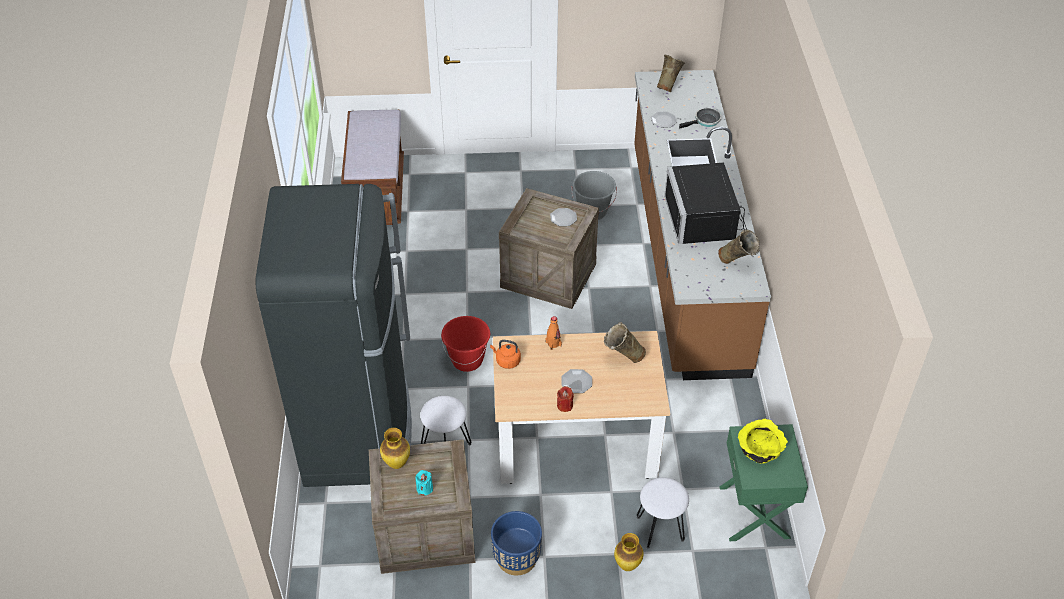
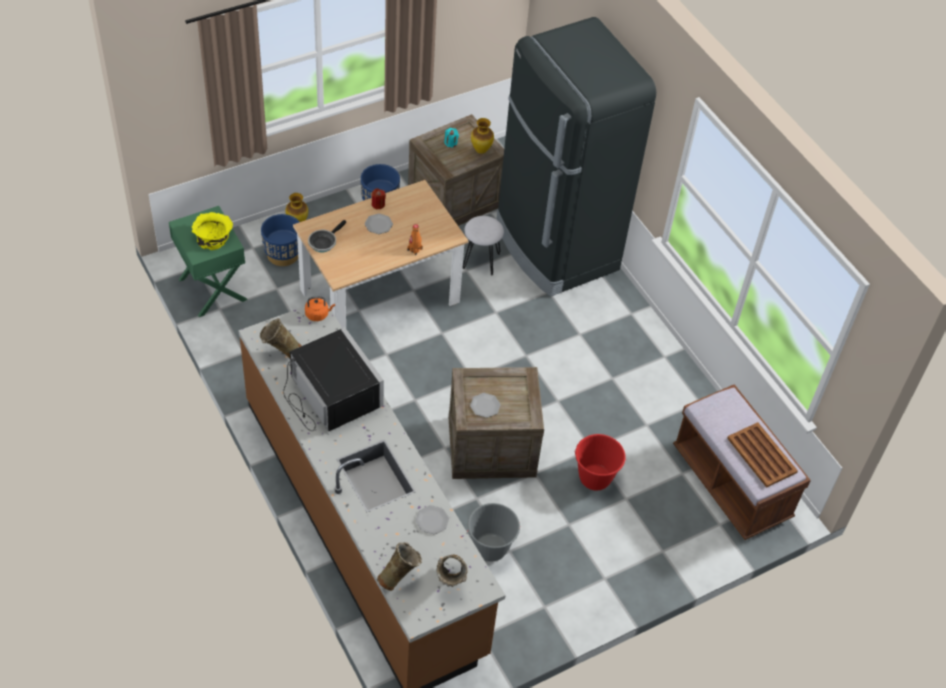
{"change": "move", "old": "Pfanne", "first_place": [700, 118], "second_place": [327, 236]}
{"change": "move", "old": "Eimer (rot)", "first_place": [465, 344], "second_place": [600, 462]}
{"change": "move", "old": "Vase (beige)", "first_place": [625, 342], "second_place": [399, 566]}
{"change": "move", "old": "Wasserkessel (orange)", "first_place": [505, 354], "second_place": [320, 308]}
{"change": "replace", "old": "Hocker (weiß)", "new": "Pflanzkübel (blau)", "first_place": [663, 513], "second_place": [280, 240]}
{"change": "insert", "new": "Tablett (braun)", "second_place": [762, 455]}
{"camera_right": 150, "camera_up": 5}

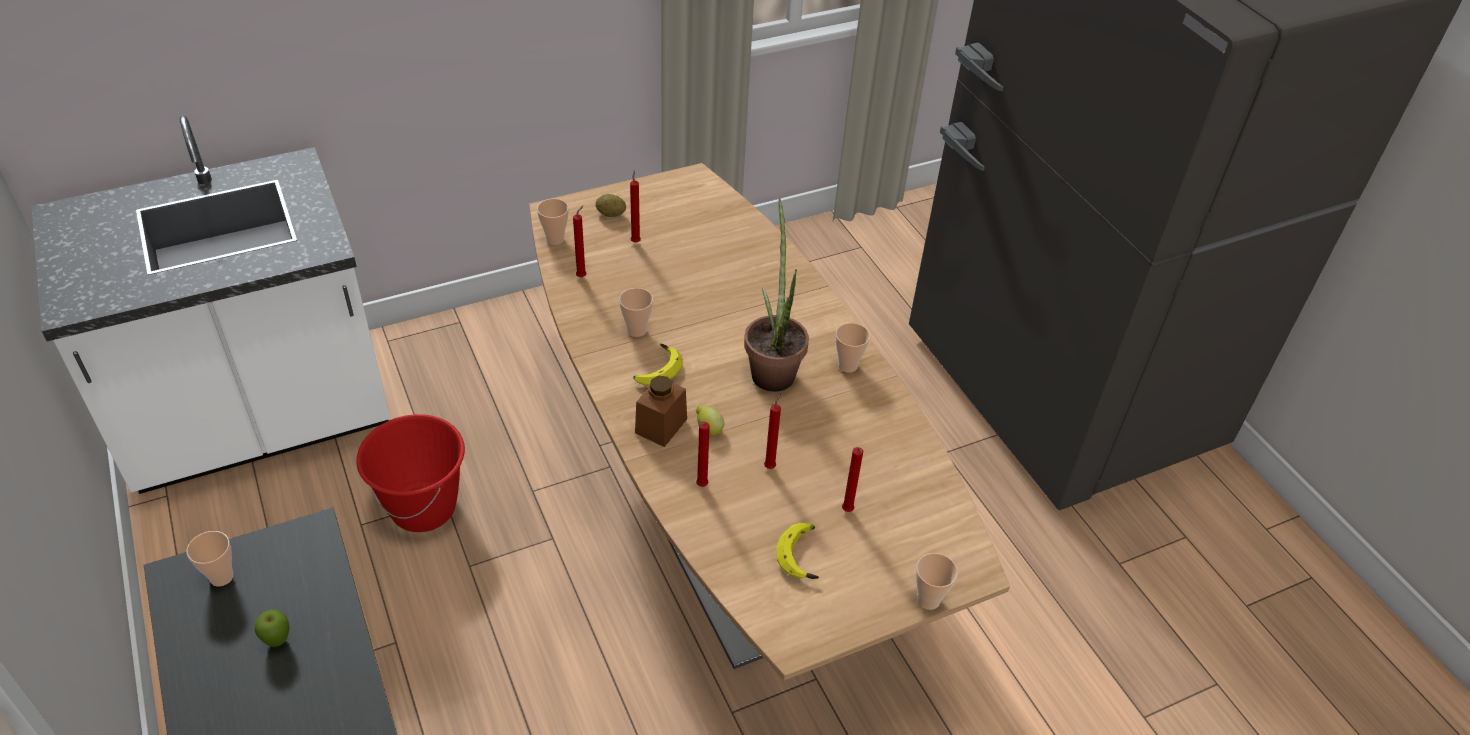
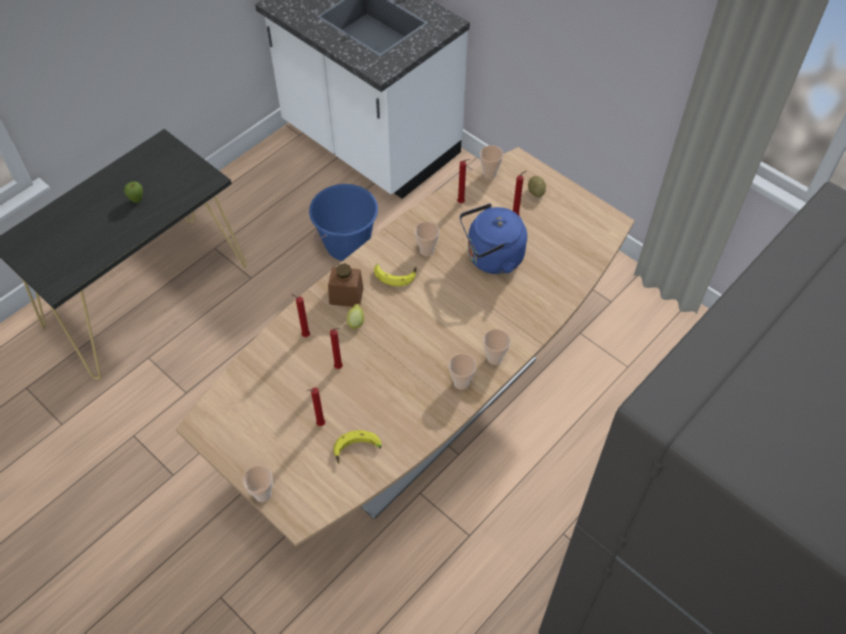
{"change": "delete", "old": "Topfpflanze", "first_place": [776, 295]}
{"change": "recolor", "old": "Eimer (rot)", "new": "Eimer (blau)", "first_place": [410, 473], "second_place": [343, 222]}
{"change": "move", "old": "Banane", "first_place": [797, 551], "second_place": [357, 447]}
{"change": "move", "old": "Tasse", "first_place": [210, 558], "second_place": [497, 347]}
{"change": "insert", "new": "Wasserkessel (blau)", "second_place": [493, 238]}
{"camera_right": 70, "camera_up": 10}

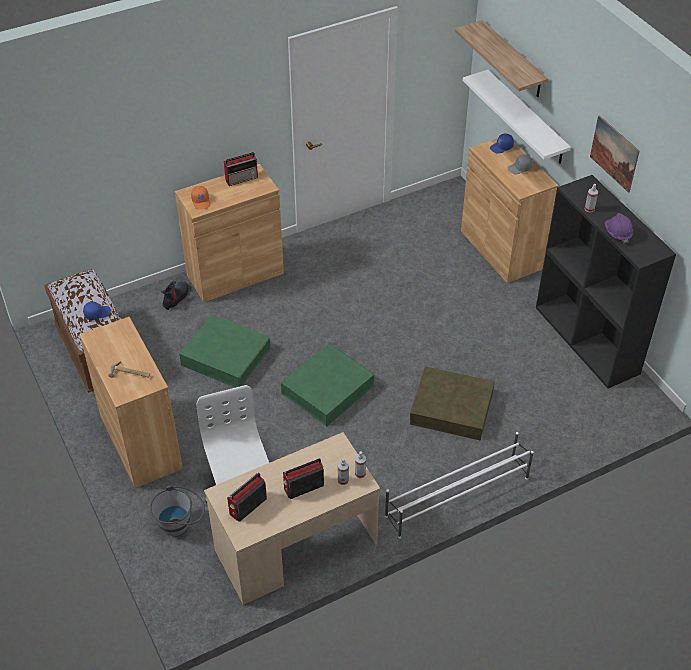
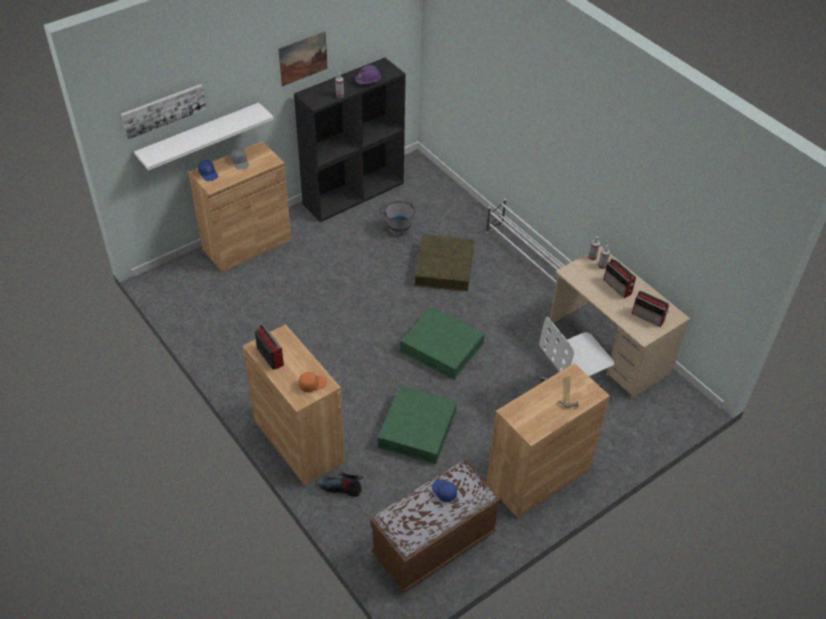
{"change": "replace", "old": "Wandregal", "new": "Bild", "first_place": [501, 58], "second_place": [163, 112]}
{"change": "move", "old": "Eimer (grau)", "first_place": [177, 511], "second_place": [397, 219]}
{"camera_right": -100, "camera_up": 0}

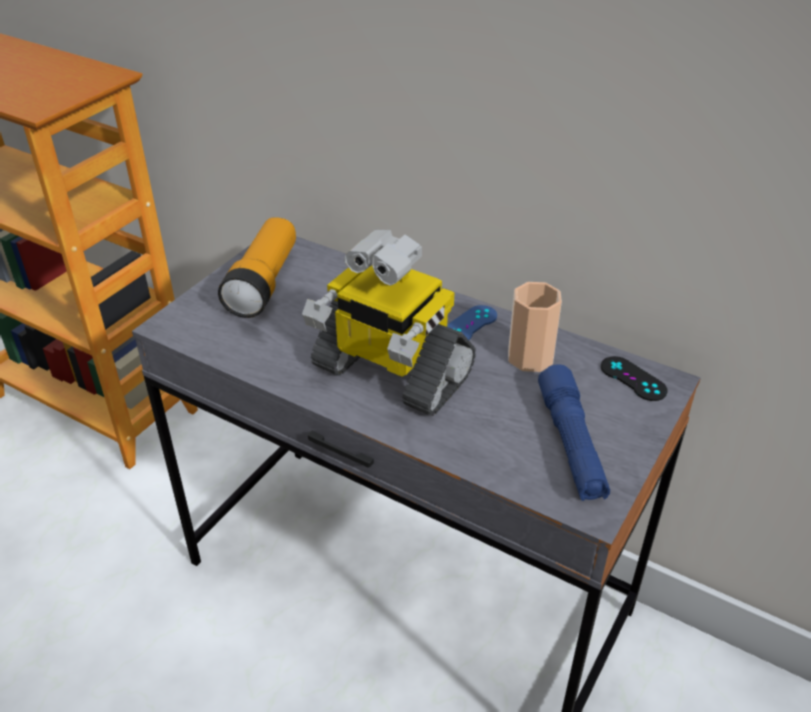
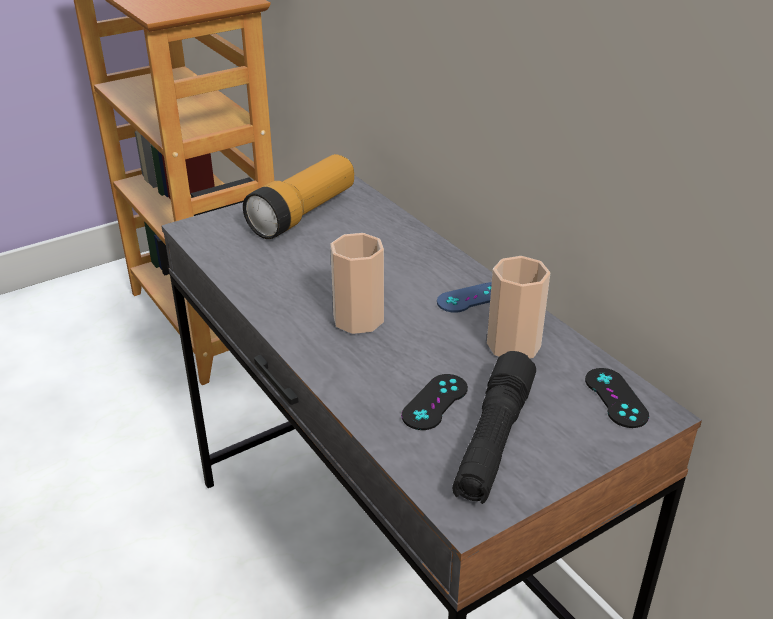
{"change": "replace", "old": "Spielzeugroboter", "new": "Tasse", "first_place": [389, 323], "second_place": [357, 283]}
{"change": "recolor", "old": "Taschenlampe (blau)", "new": "Taschenlampe (schwarz)", "first_place": [574, 432], "second_place": [494, 427]}
{"change": "insert", "new": "Gamepad (schwarz)", "second_place": [434, 402]}
{"camera_right": 25, "camera_up": -5}

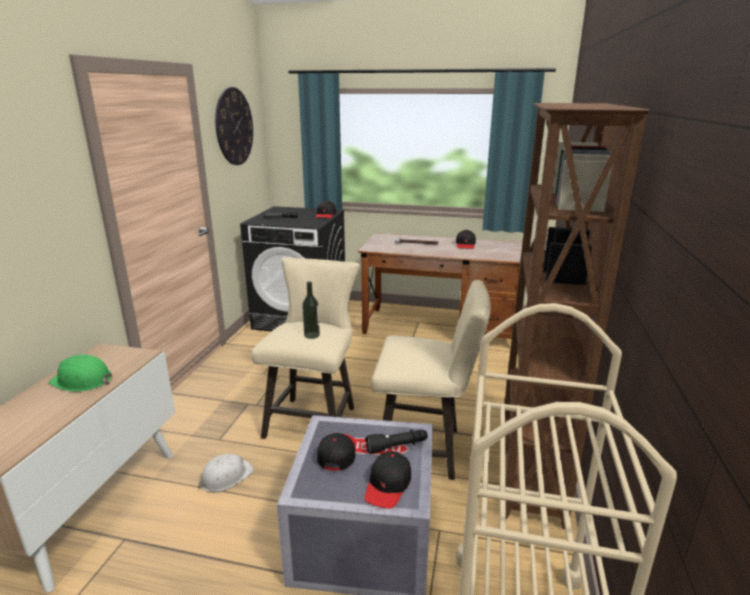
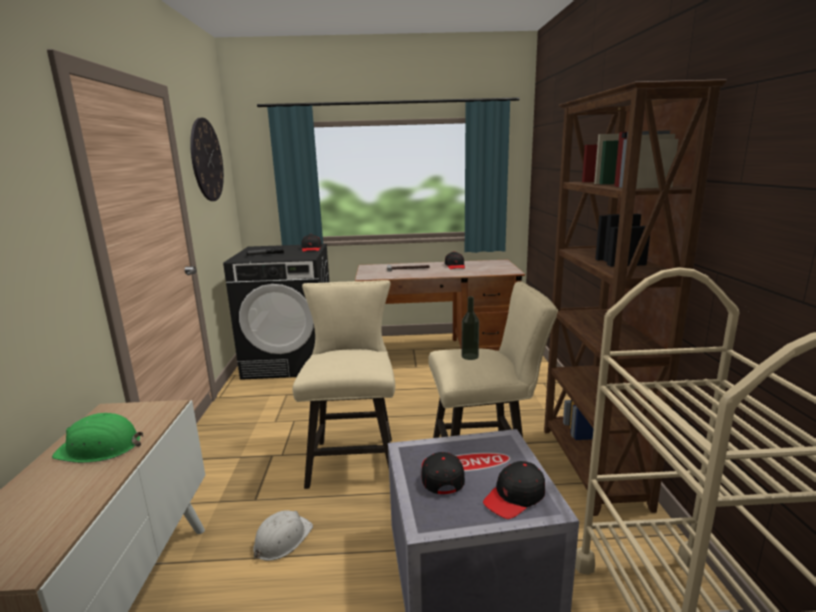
{"change": "move", "old": "Flasche", "first_place": [311, 310], "second_place": [470, 328]}
{"change": "delete", "old": "Taschenlampe (schwarz)", "first_place": [396, 441]}
{"change": "rotate", "old": "Kappe (schwarz)", "first_place": [387, 480], "second_place": [514, 490], "degrees": 45}
{"camera_right": -15, "camera_up": -5}

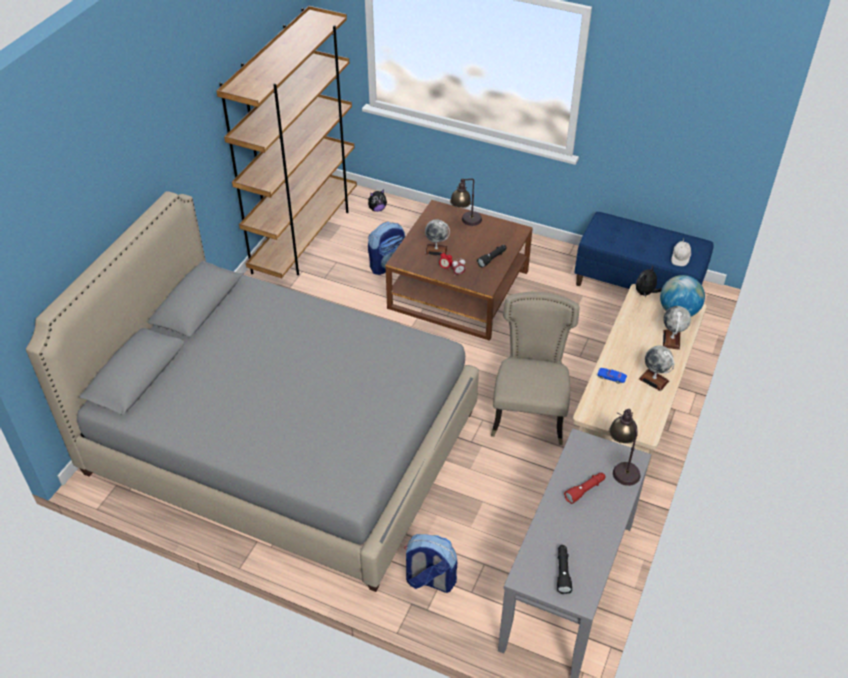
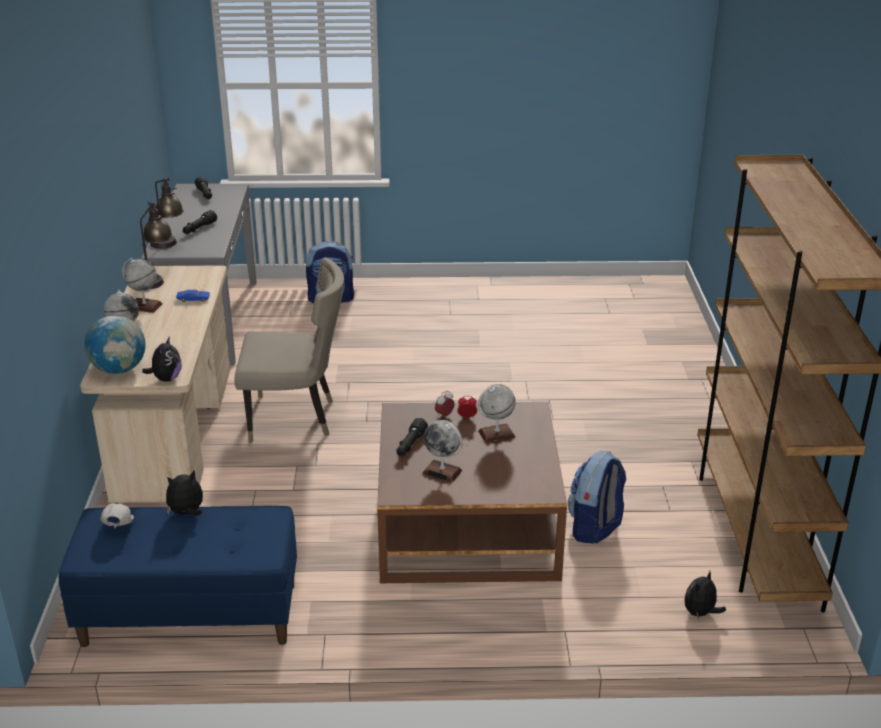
{"change": "move", "old": "Tischlampe", "first_place": [466, 202], "second_place": [156, 245]}
{"change": "delete", "old": "Bett (grau)", "first_place": [252, 391]}
{"change": "rotate", "old": "Stuhl (beige)", "first_place": [535, 368], "second_place": [289, 350], "degrees": -75}
{"change": "recolor", "old": "Taschenlampe (rot)", "new": "Taschenlampe (schwarz)", "first_place": [584, 488], "second_place": [200, 222]}
{"change": "insert", "new": "Globus", "second_place": [442, 451]}
{"change": "insert", "new": "Plüschtier", "second_place": [184, 492]}
{"camera_right": 155, "camera_up": -15}

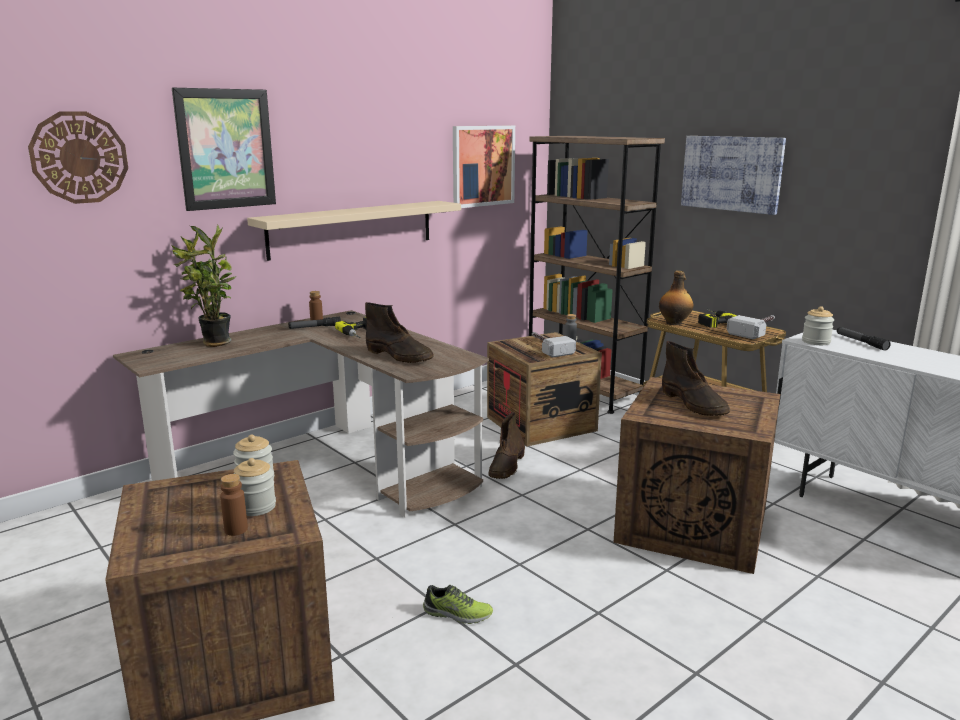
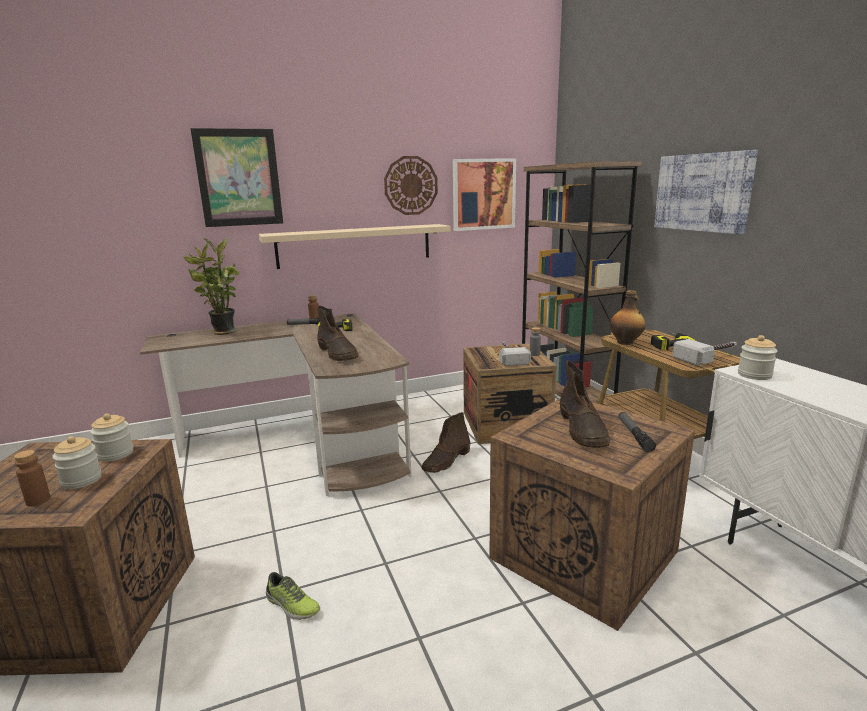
{"change": "move", "old": "Wanduhr", "first_place": [78, 157], "second_place": [411, 185]}
{"change": "move", "old": "Taschenlampe", "first_place": [864, 339], "second_place": [637, 432]}
{"camera_right": 20, "camera_up": 0}

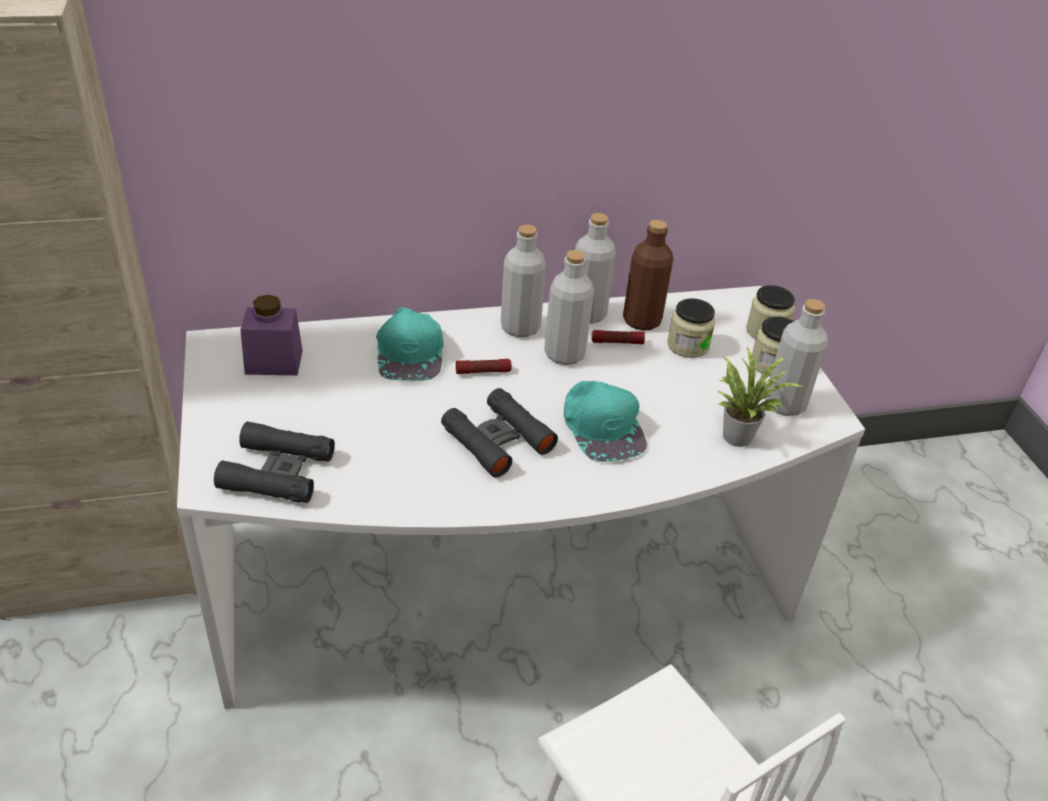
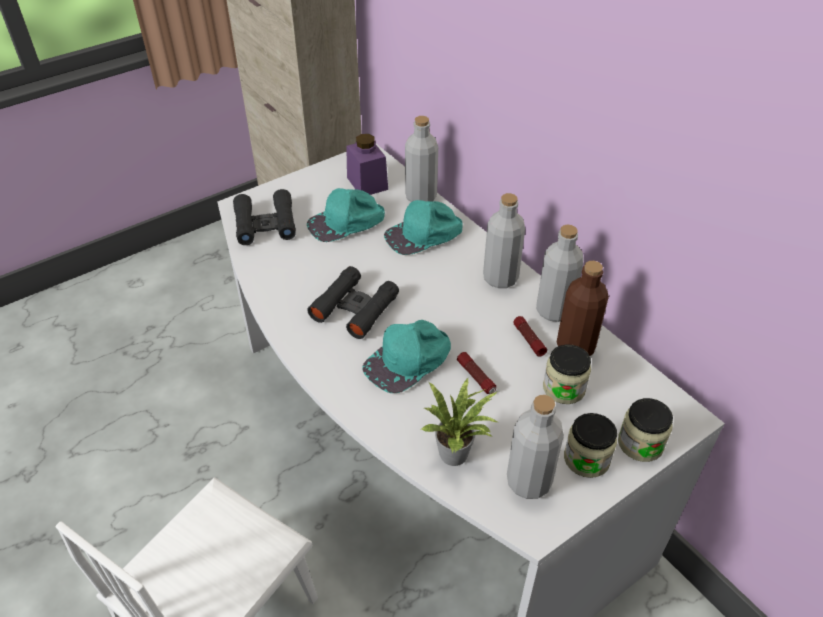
{"change": "move", "old": "Flasche (grau)", "first_place": [569, 307], "second_place": [421, 159]}
{"change": "move", "old": "Taschenlampe", "first_place": [484, 366], "second_place": [476, 373]}
{"change": "insert", "new": "Kappe (türkis)", "second_place": [346, 215]}
{"camera_right": 70, "camera_up": 5}

